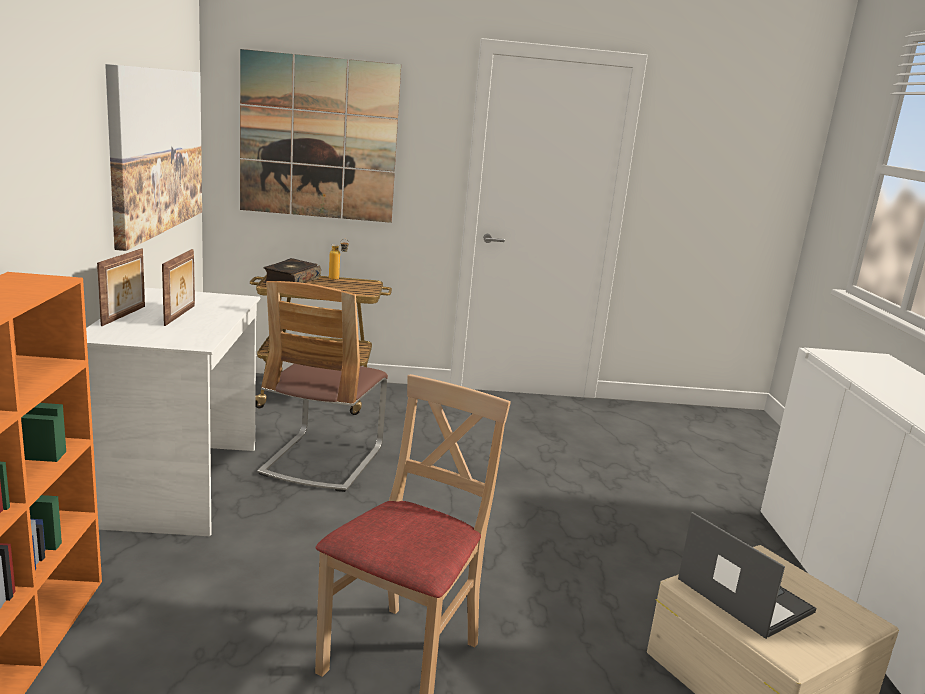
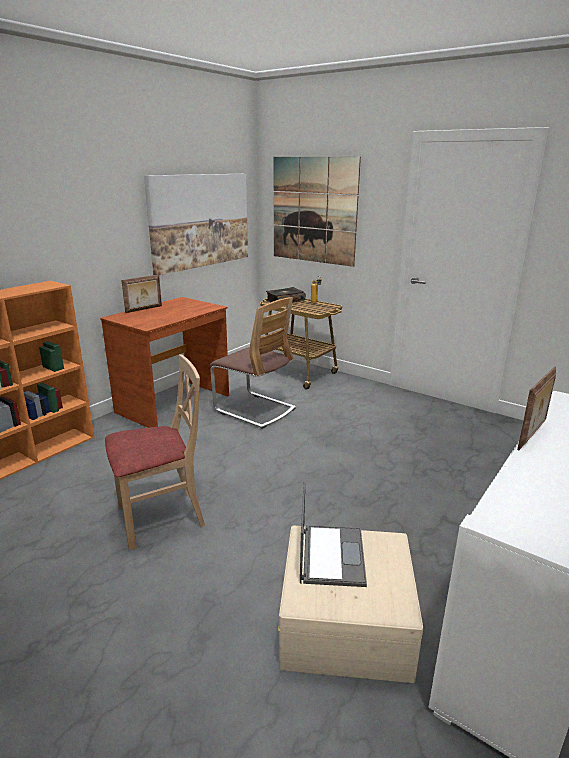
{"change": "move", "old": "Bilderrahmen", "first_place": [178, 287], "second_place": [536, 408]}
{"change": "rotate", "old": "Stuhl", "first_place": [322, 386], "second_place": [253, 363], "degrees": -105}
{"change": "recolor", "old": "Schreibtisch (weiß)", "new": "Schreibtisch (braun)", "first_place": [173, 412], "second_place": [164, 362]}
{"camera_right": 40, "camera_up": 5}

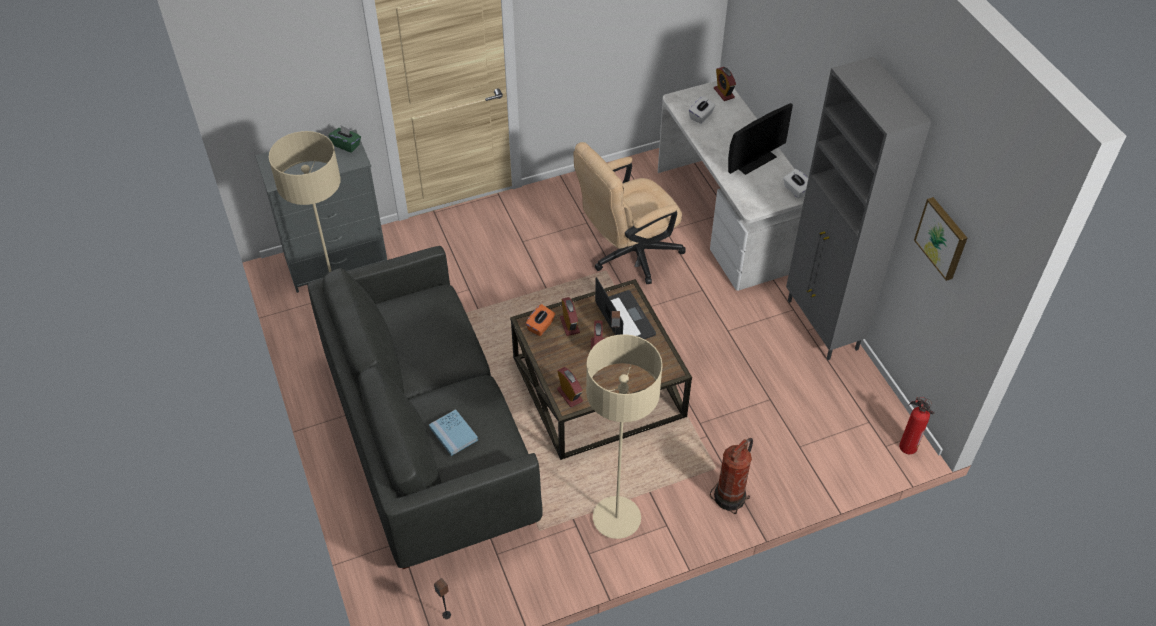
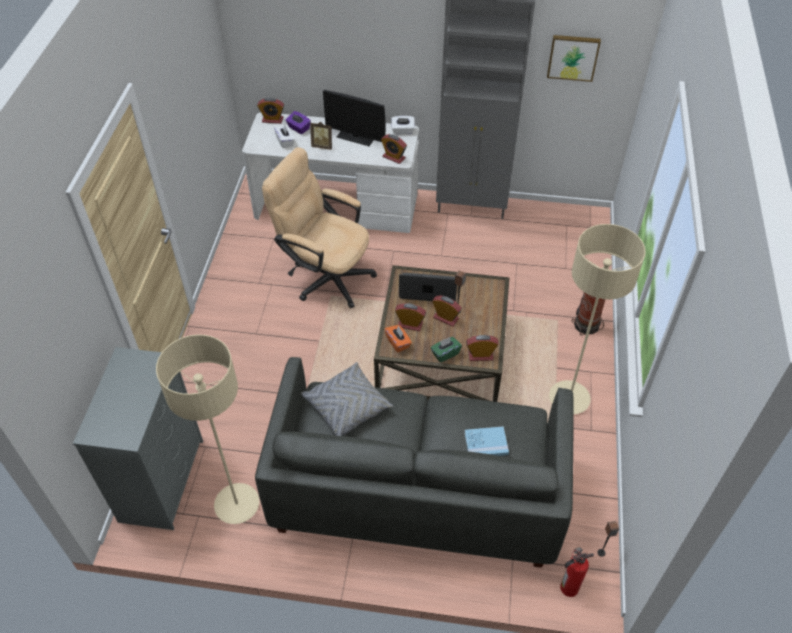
{"change": "rotate", "old": "Monitor", "first_place": [760, 139], "second_place": [354, 118], "degrees": 120}
{"change": "move", "old": "Taschentuchbox (grün)", "first_place": [345, 139], "second_place": [446, 349]}
{"change": "rotate", "old": "Bürostuhl (beige)", "first_place": [630, 213], "second_place": [319, 227], "degrees": 120}
{"change": "move", "old": "Feuerlöscher", "first_place": [917, 425], "second_place": [577, 572]}
{"change": "insert", "new": "Taschentuchbox (lila)", "second_place": [298, 122]}
{"change": "insert", "new": "Bilderrahmen", "second_place": [321, 136]}
{"change": "insert", "new": "Wecker", "second_place": [394, 149]}
{"change": "insert", "new": "Kissen (grau)", "second_place": [347, 399]}
{"camera_right": -60, "camera_up": 0}

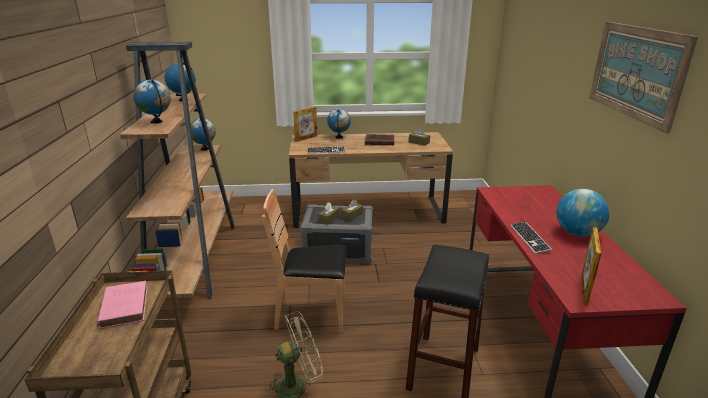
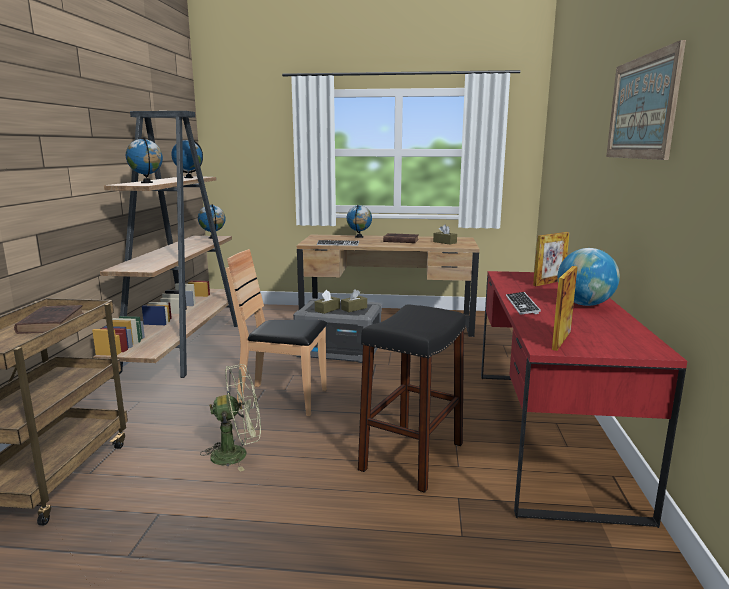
{"change": "move", "old": "Bilderrahmen", "first_place": [305, 124], "second_place": [551, 259]}
{"change": "recolor", "old": "Buch (rosa)", "new": "Buch (braun)", "first_place": [122, 305], "second_place": [48, 319]}
{"camera_right": 10, "camera_up": -10}

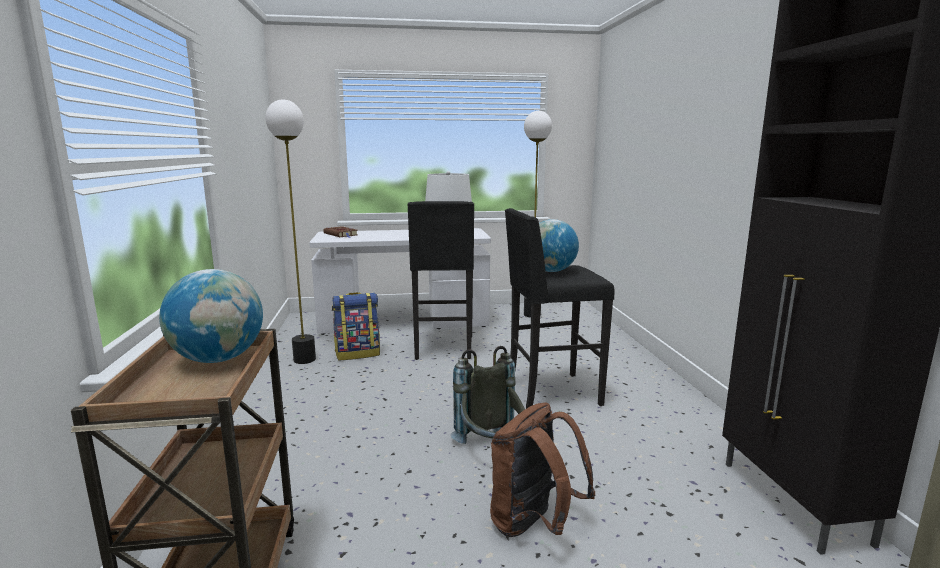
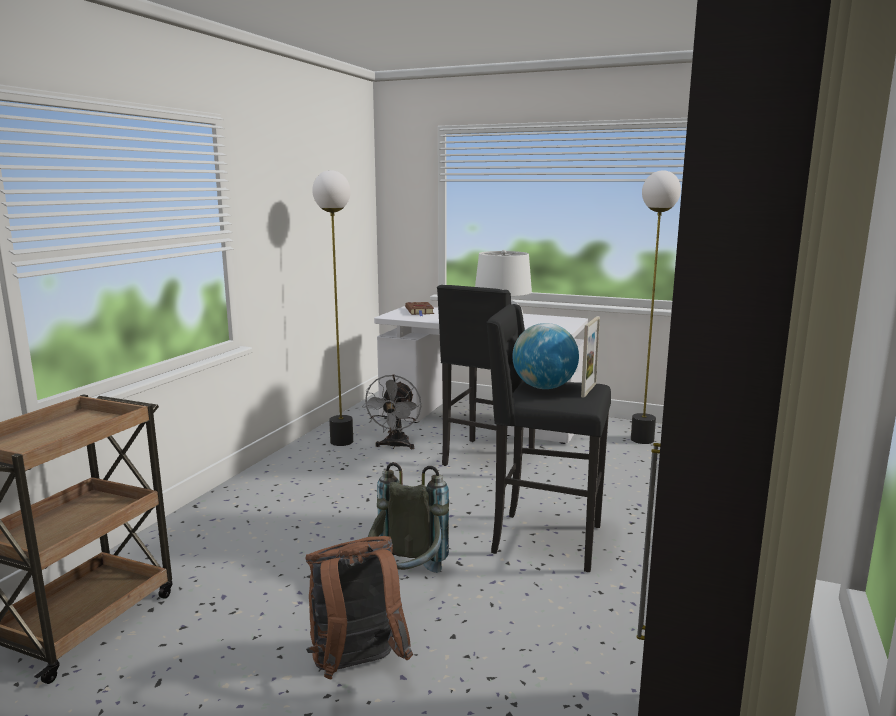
{"change": "delete", "old": "Globus", "first_place": [211, 316]}
{"change": "replace", "old": "Rucksack", "new": "Ventilator (grau)", "first_place": [356, 326], "second_place": [391, 411]}
{"change": "insert", "new": "Bilderrahmen", "second_place": [590, 357]}
{"camera_right": 30, "camera_up": 0}

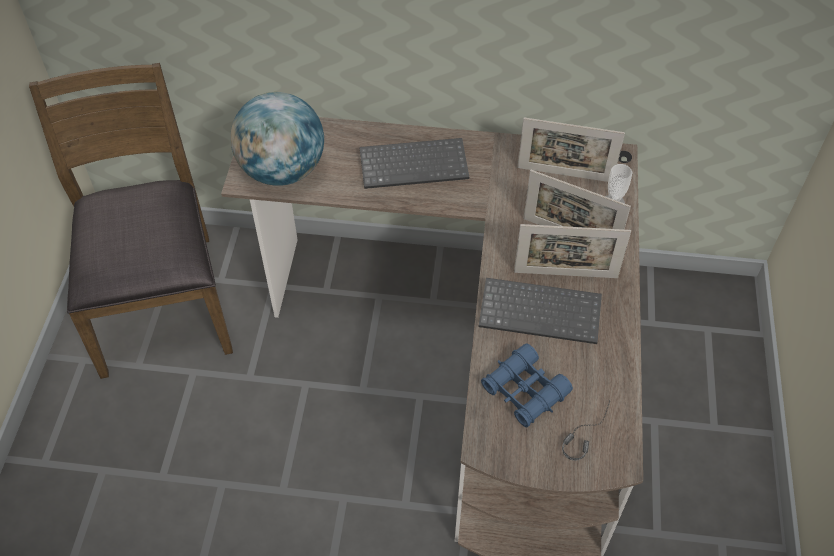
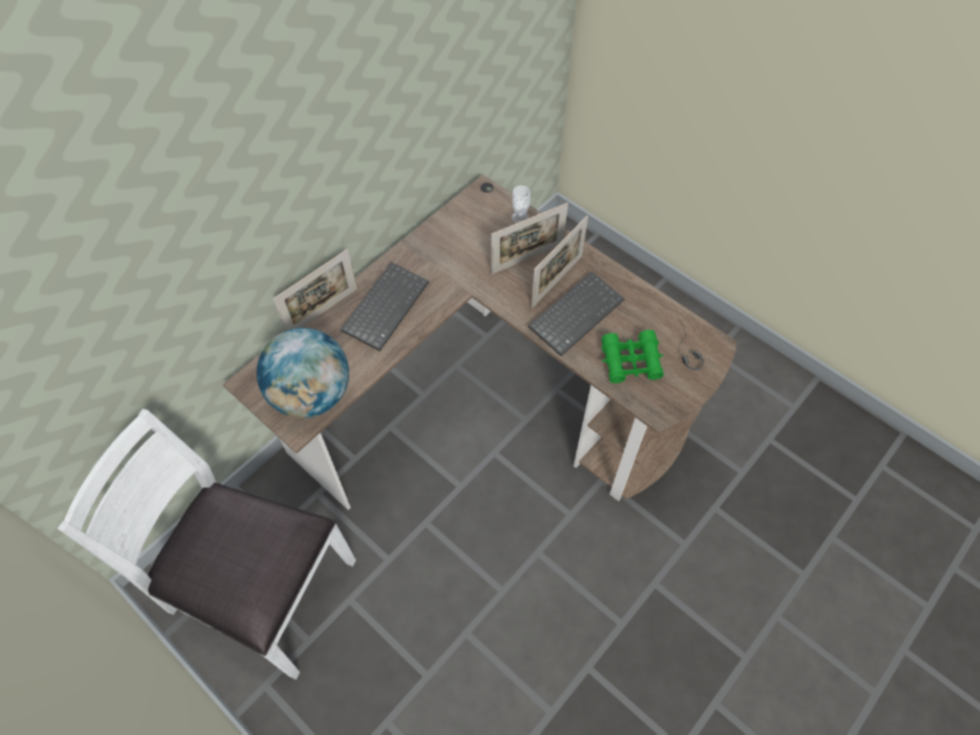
{"change": "recolor", "old": "Stuhl (braun)", "new": "Stuhl (weiß)", "first_place": [131, 221], "second_place": [206, 544]}
{"change": "move", "old": "Bilderrahmen", "first_place": [571, 150], "second_place": [315, 290]}
{"change": "recolor", "old": "Fernglas (blau)", "new": "Fernglas (grün)", "first_place": [527, 385], "second_place": [632, 356]}
{"camera_right": -55, "camera_up": 5}

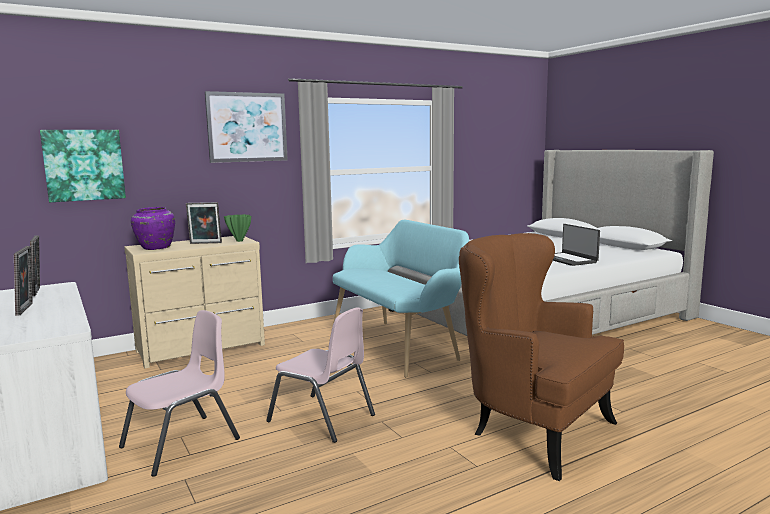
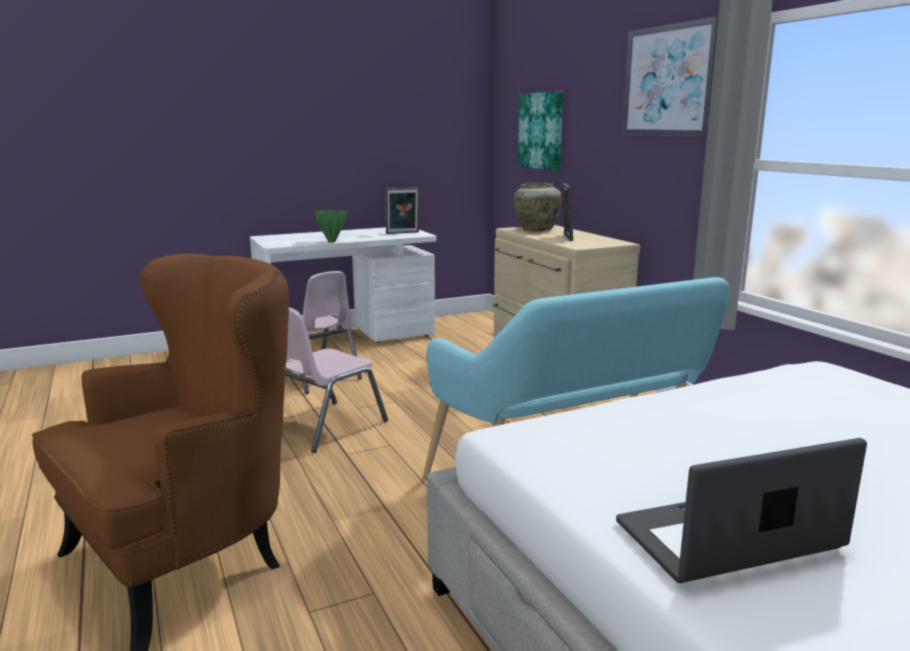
{"change": "recolor", "old": "Vase (lila)", "new": "Vase (beige)", "first_place": [153, 228], "second_place": [538, 207]}
{"change": "move", "old": "Vase (grün)", "first_place": [237, 228], "second_place": [331, 226]}
{"change": "delete", "old": "Bilderrahmen", "first_place": [23, 280]}
{"camera_right": 95, "camera_up": 5}

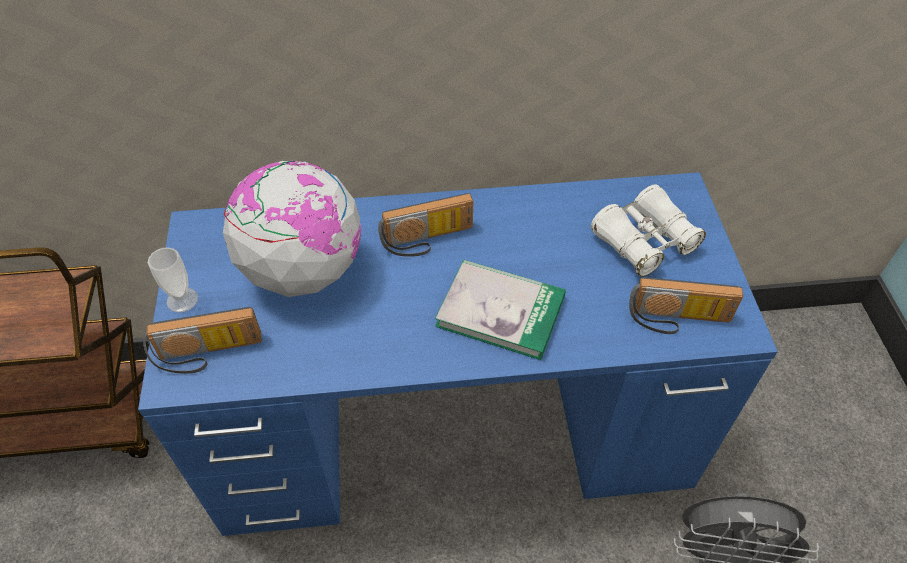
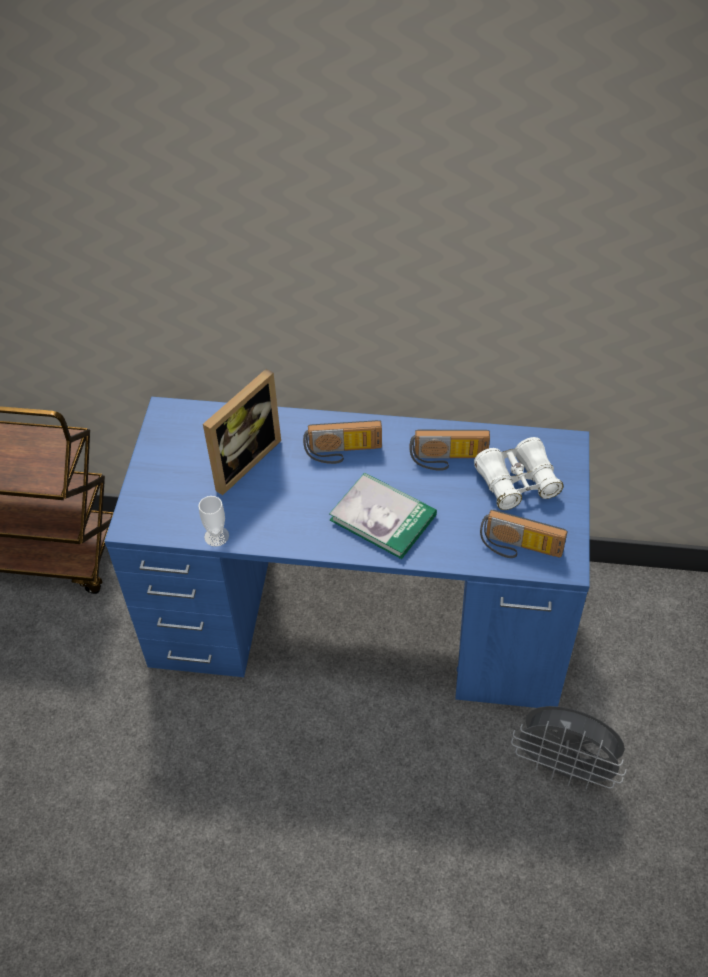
{"change": "replace", "old": "Globus", "new": "Bilderrahmen", "first_place": [292, 229], "second_place": [242, 432]}
{"change": "move", "old": "Tasse", "first_place": [173, 280], "second_place": [213, 521]}
{"change": "move", "old": "Radio", "first_place": [202, 340], "second_place": [450, 450]}
{"camera_right": 15, "camera_up": 0}

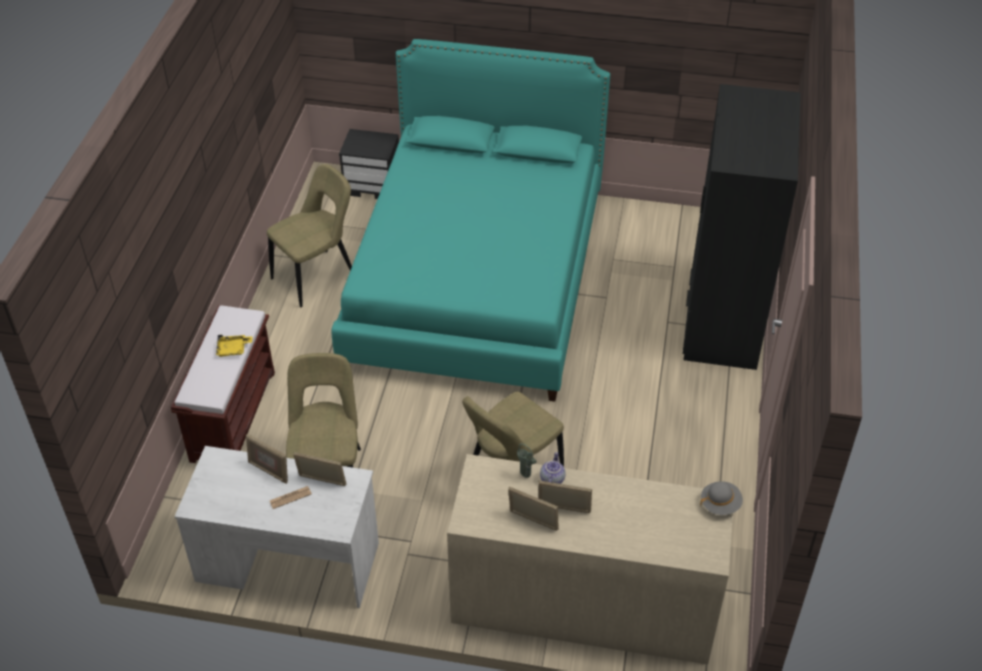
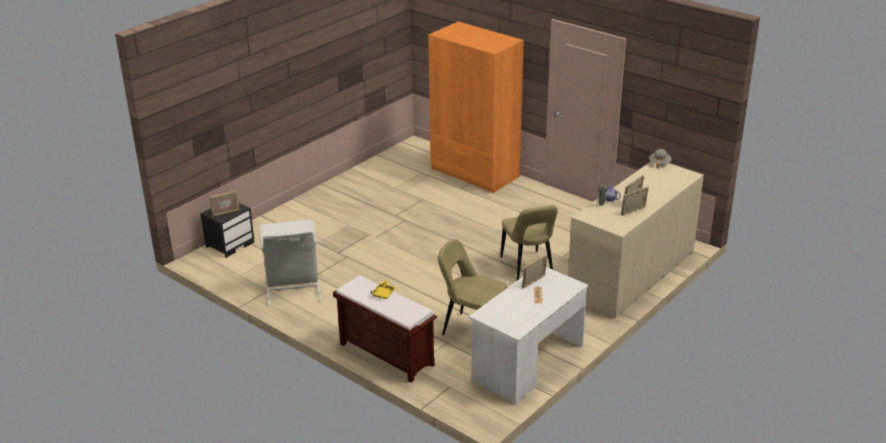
{"change": "delete", "old": "Bett (türkis)", "first_place": [471, 220]}
{"change": "recolor", "old": "Kleiderschrank (schwarz)", "new": "Kleiderschrank (orange)", "first_place": [742, 227], "second_place": [476, 107]}
{"change": "replace", "old": "Stuhl (beige)", "new": "Wäschekorb (grau)", "first_place": [309, 235], "second_place": [290, 263]}
{"change": "move", "old": "Bilderrahmen", "first_place": [267, 459], "second_place": [224, 203]}
{"camera_right": -60, "camera_up": -15}

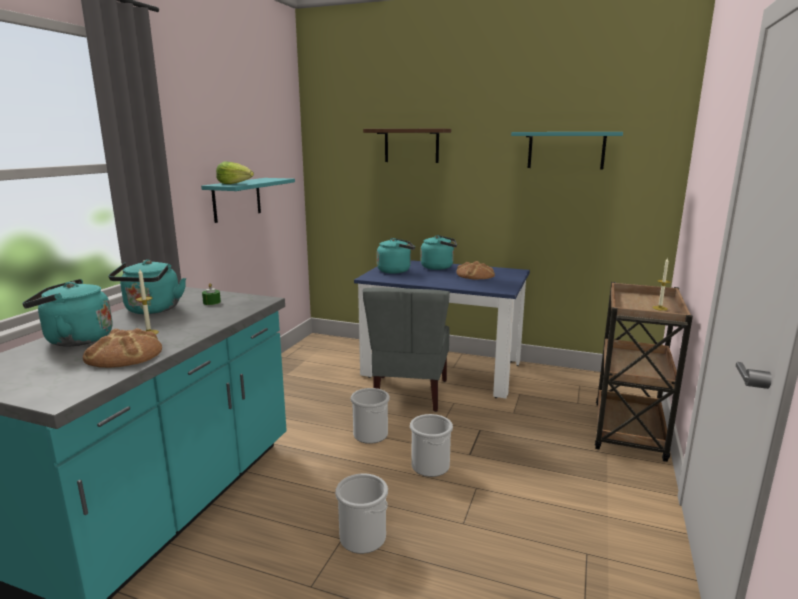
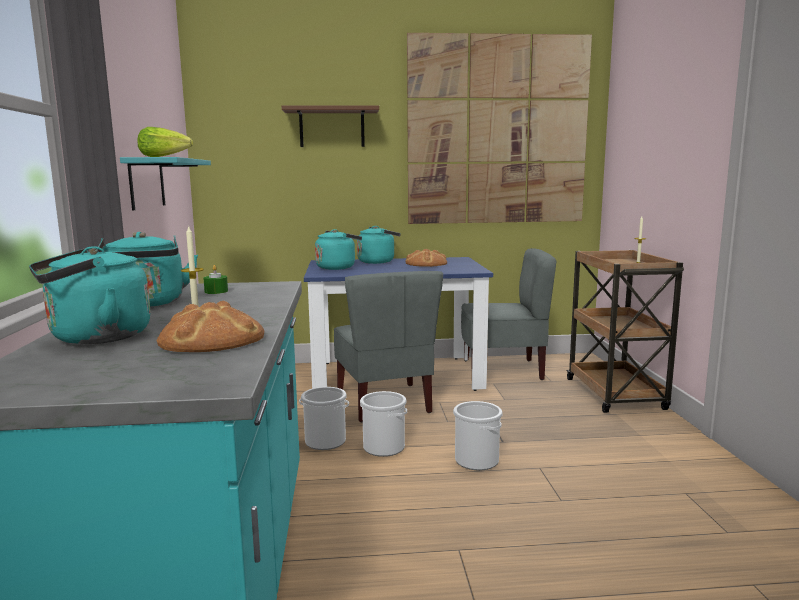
{"change": "replace", "old": "Wandregal (türkis)", "new": "Bild", "first_place": [567, 151], "second_place": [499, 128]}
{"change": "move", "old": "Eimer", "first_place": [361, 513], "second_place": [324, 418]}
{"change": "insert", "new": "Stuhl (grau)", "second_place": [508, 314]}
{"camera_right": -25, "camera_up": -5}

